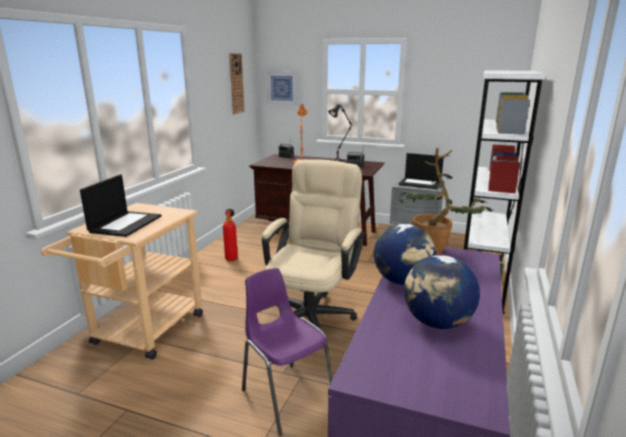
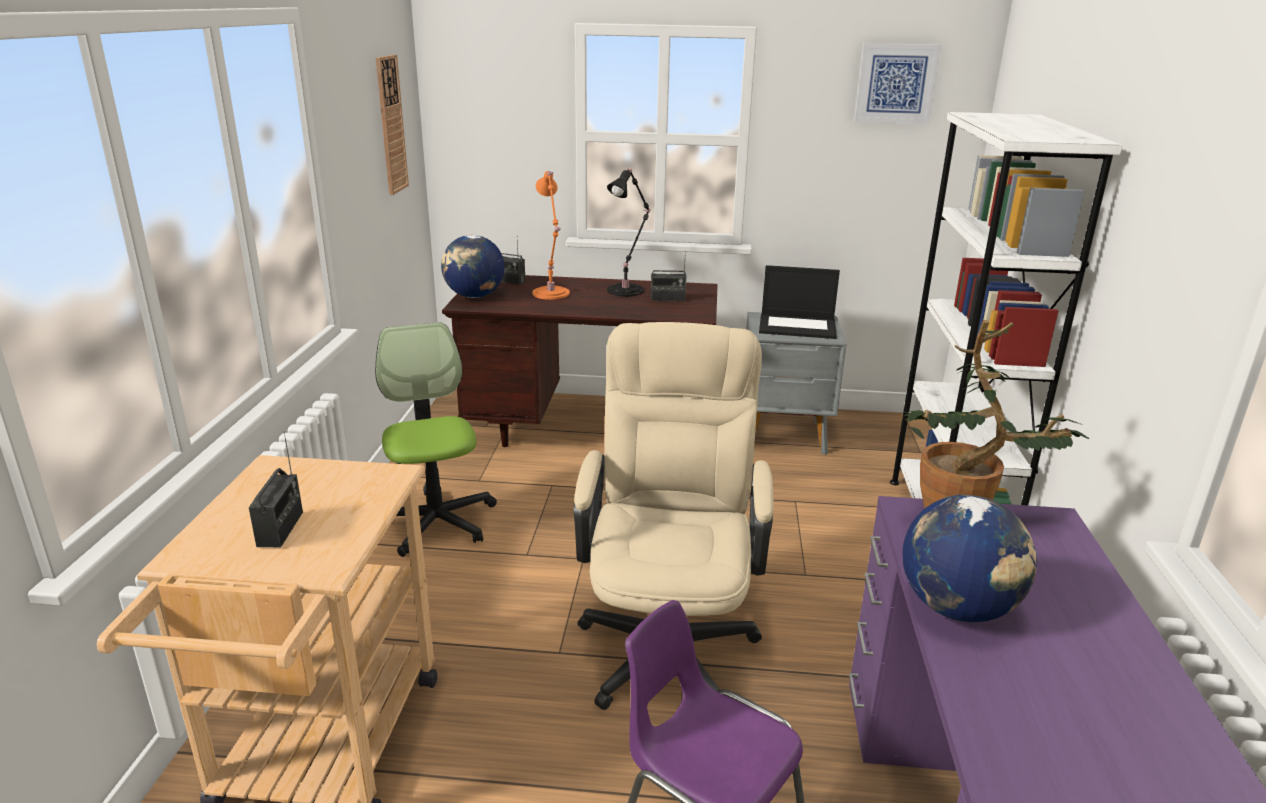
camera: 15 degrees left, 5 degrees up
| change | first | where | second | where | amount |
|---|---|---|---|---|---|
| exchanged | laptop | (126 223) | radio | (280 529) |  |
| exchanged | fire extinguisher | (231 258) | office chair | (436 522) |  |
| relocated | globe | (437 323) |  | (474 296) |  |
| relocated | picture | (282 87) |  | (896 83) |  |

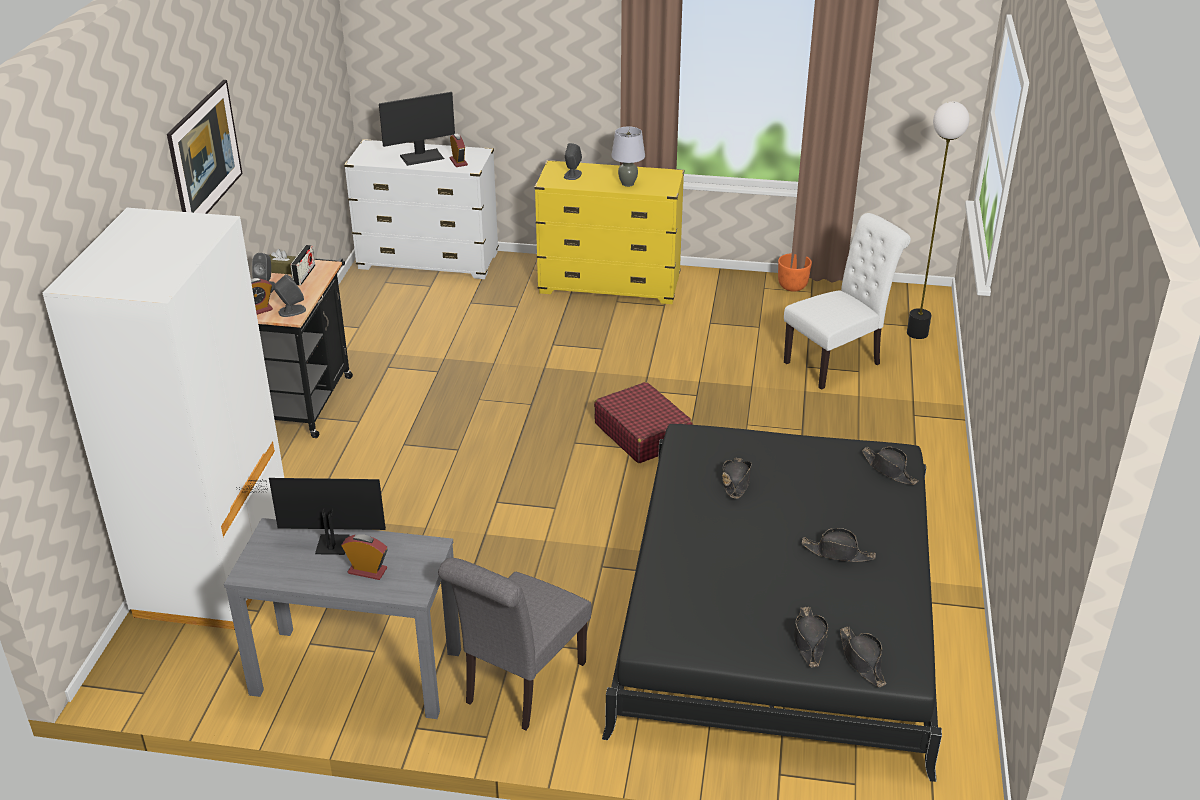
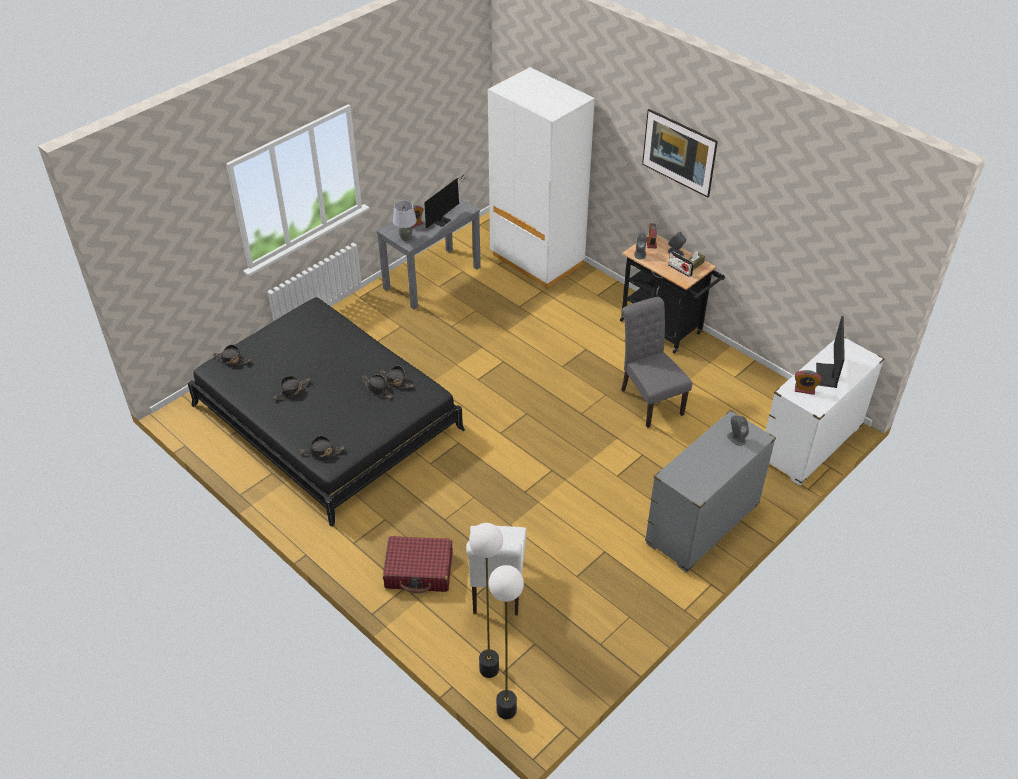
camera: 125 degrees right, 10 degrees up
| change | first | where | second | where | amount |
|---|---|---|---|---|---|
| relocated | hat (black) | (809 641) |  | (396 381) |  |
| relocated | suitcase (red) | (642 433) |  | (419 571) |  |
| relocated | table lamp (grey) | (628 184) |  | (406 238) |  |
| appeared |  |  | floor lamp | (506 709) |  |
| relocated | chair (grey) | (520 687) |  | (649 399) |  |
| colour | dresser (yellow) | (610 285) | dresser (grey) | (702 525) |  |
| missing | planter (orange) | (792 287) |  |  |  |

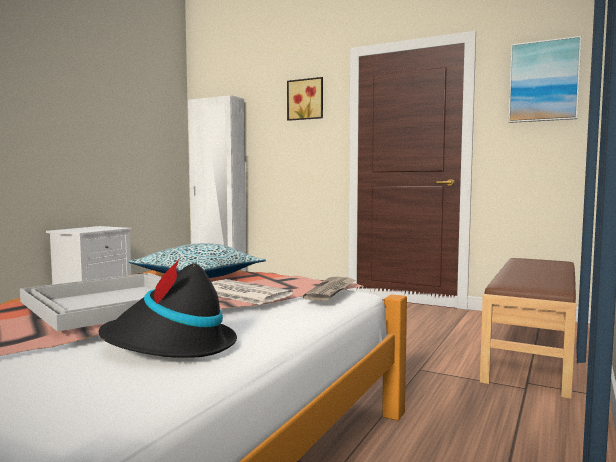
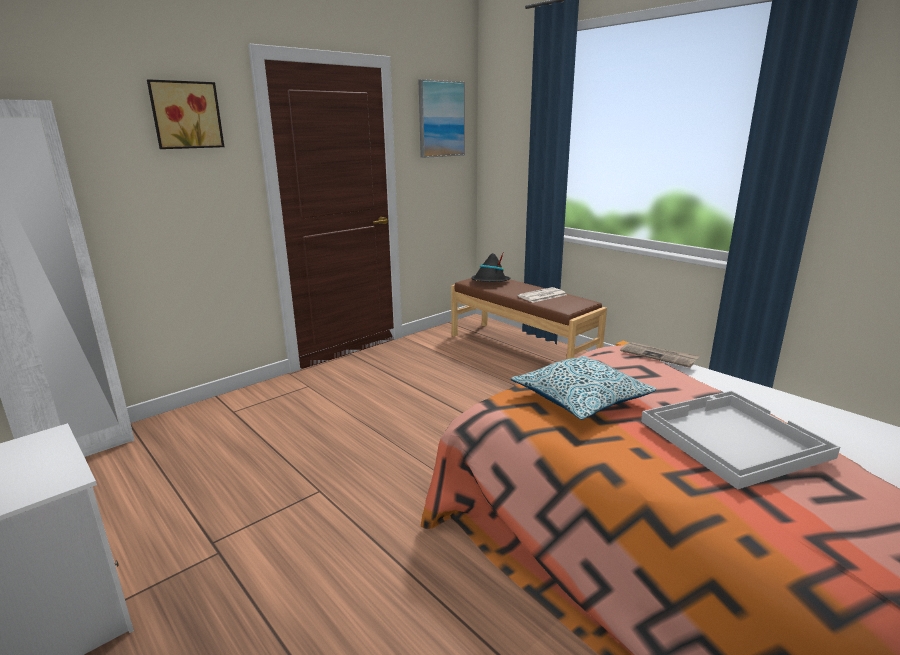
camera: 70 degrees left, 15 degrees up
| change | first | where | second | where | amount |
|---|---|---|---|---|---|
| relocated | hat (black) | (170 346) |  | (490 282) |  |
| relocated | newspaper | (241 293) |  | (542 296) |  |

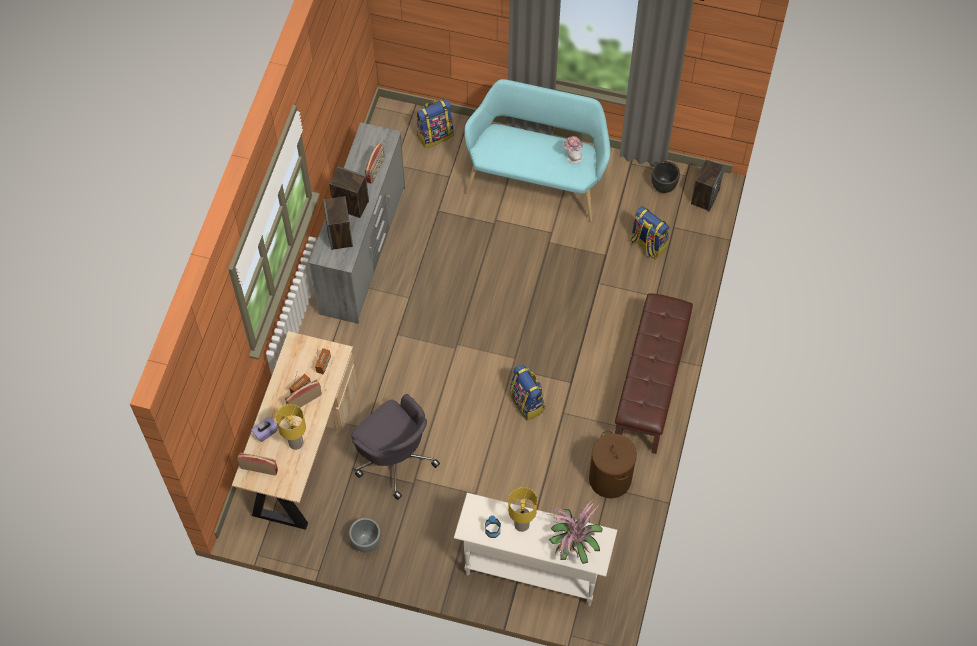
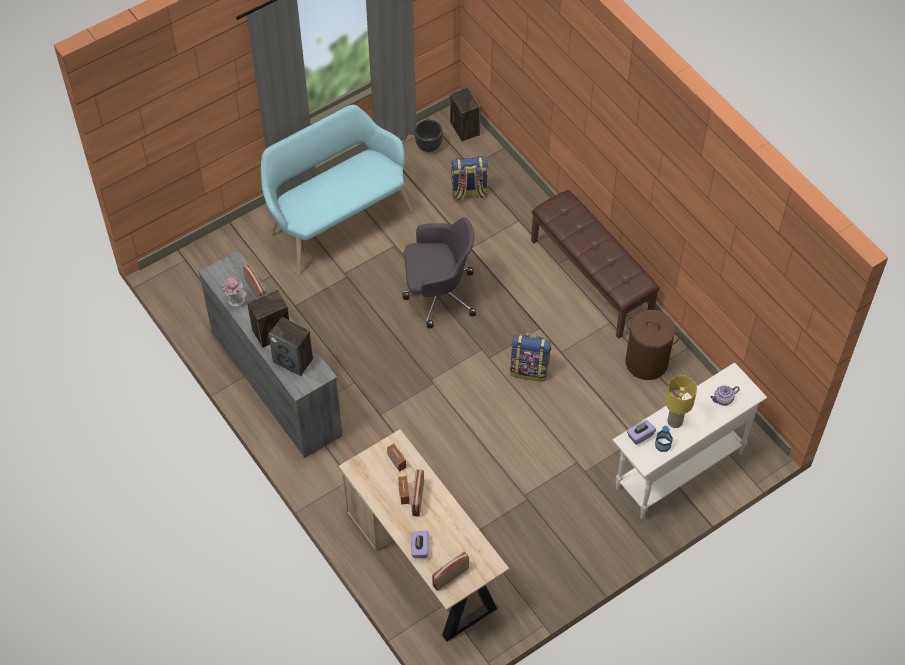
camera: 50 degrees left, 5 degrees down
| change | first | where | second | where | amount |
|---|---|---|---|---|---|
| relocated | hat | (572 158) |  | (235 301) |  |
| relocated | office chair (grey) | (395 457) |  | (438 294) |  |
| appeared |  |  | tissue box (purple) | (640 436) |  |
| exchanged | potted plant | (573 545) | teapot | (723 399) |  |
| missing | table lamp (yellow) | (296 443) |  |  |  |
| missing | planter (grey) | (366 542) |  |  |  |
| missing | backpack | (435 134) |  |  |  |

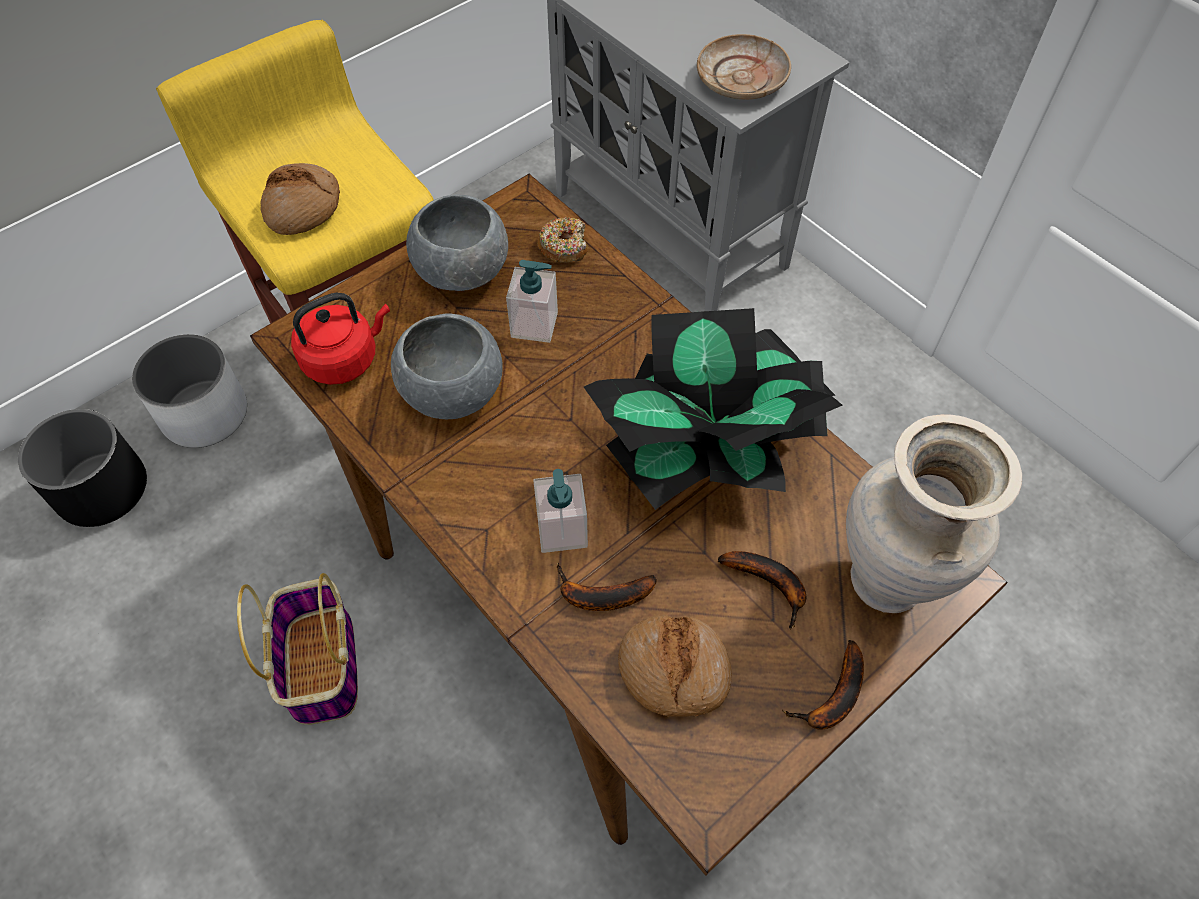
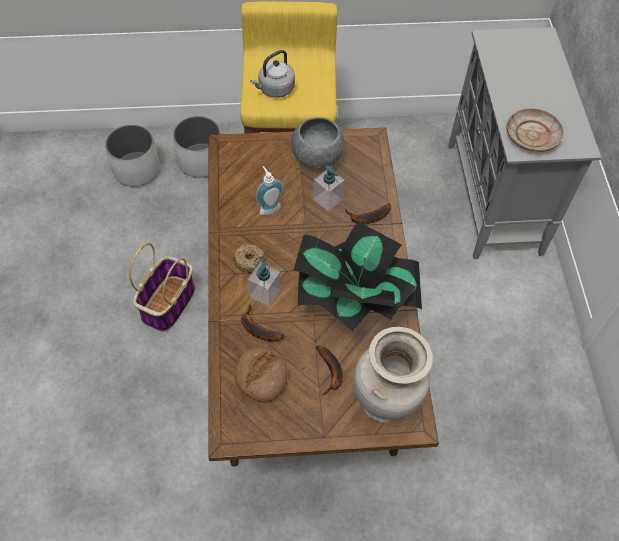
camera: 35 degrees right, 0 degrees up
| change | first | where | second | where | amount |
|---|---|---|---|---|---|
| colour | planter (black) | (102 489) | planter (white) | (137 169) |  |
| relocated | donut | (564 246) |  | (249 261) |  |
| exchanged | bread | (303 208) | kettle (grey) | (274 89) |  |
| exchanged | bowl (grey) | (452 391) | soap dispenser | (268 207) |  |
| relocated | banana | (833 698) |  | (367 218) |  |
| missing | kettle (red) | (344 358) |  |  |  |

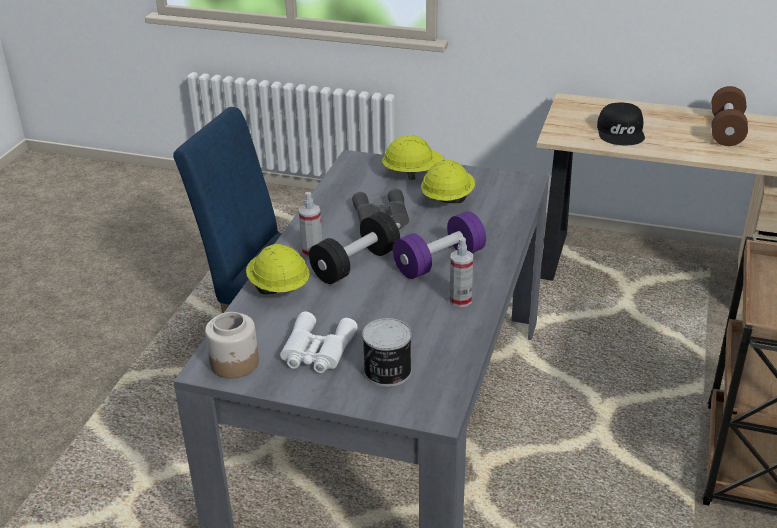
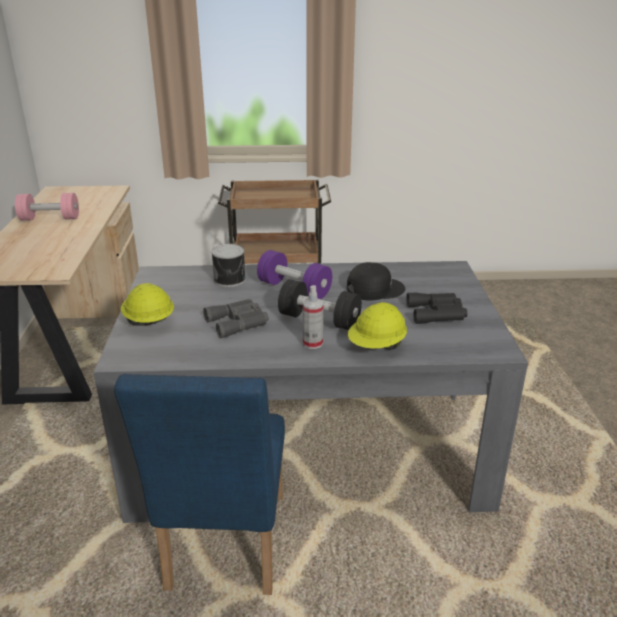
camera: 110 degrees left, 5 degrees down
| change | first | where | second | where | amount |
|---|---|---|---|---|---|
| colour | dumbbell (brown) | (726 130) | dumbbell (pink) | (50 219) |  |
| relocated | can | (387 371) |  | (230 279) |  |
| relocated | cap (black) | (621 132) |  | (374 289) |  |
| colour | binoculars (white) | (316 351) | binoculars (black) | (438 313) |  |
| missing | jar | (235 363) |  |  |  |
| missing | hard hat (yellow) | (447 199) |  |  |  |
| missing | spray bottle | (460 300) |  |  |  |

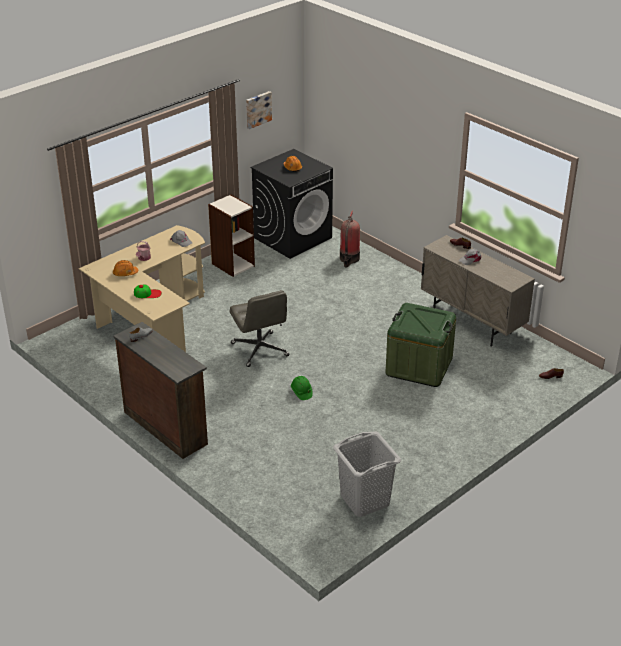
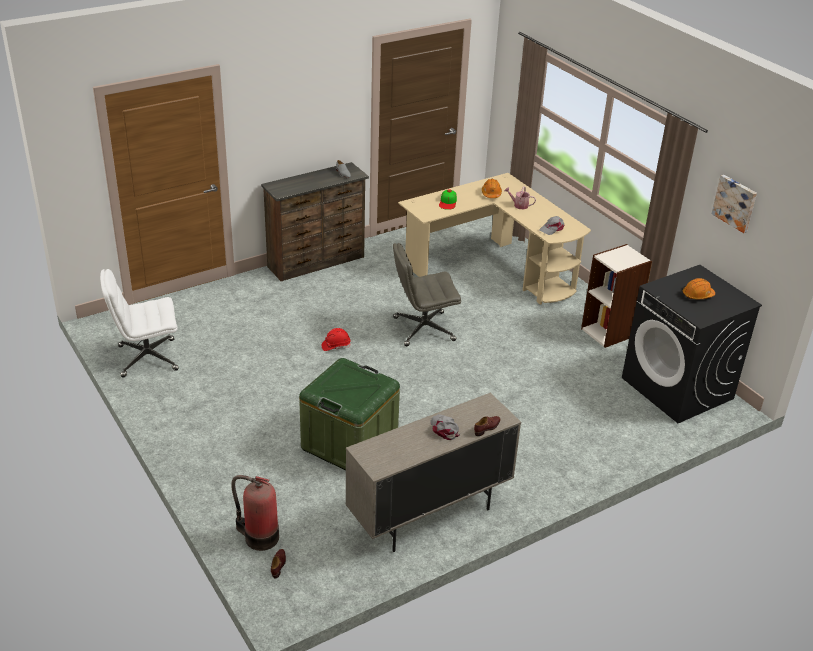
camera: 100 degrees right, 0 degrees up
| change | first | where | second | where | amount |
|---|---|---|---|---|---|
| exchanged | laundry basket (grey) | (364 500) | office chair (white) | (147 358) |  |
| relocated | fire extinguisher | (349 259) |  | (259 537) |  |
| colour | hard hat (green) | (301 392) | hard hat (red) | (336 346) |  |

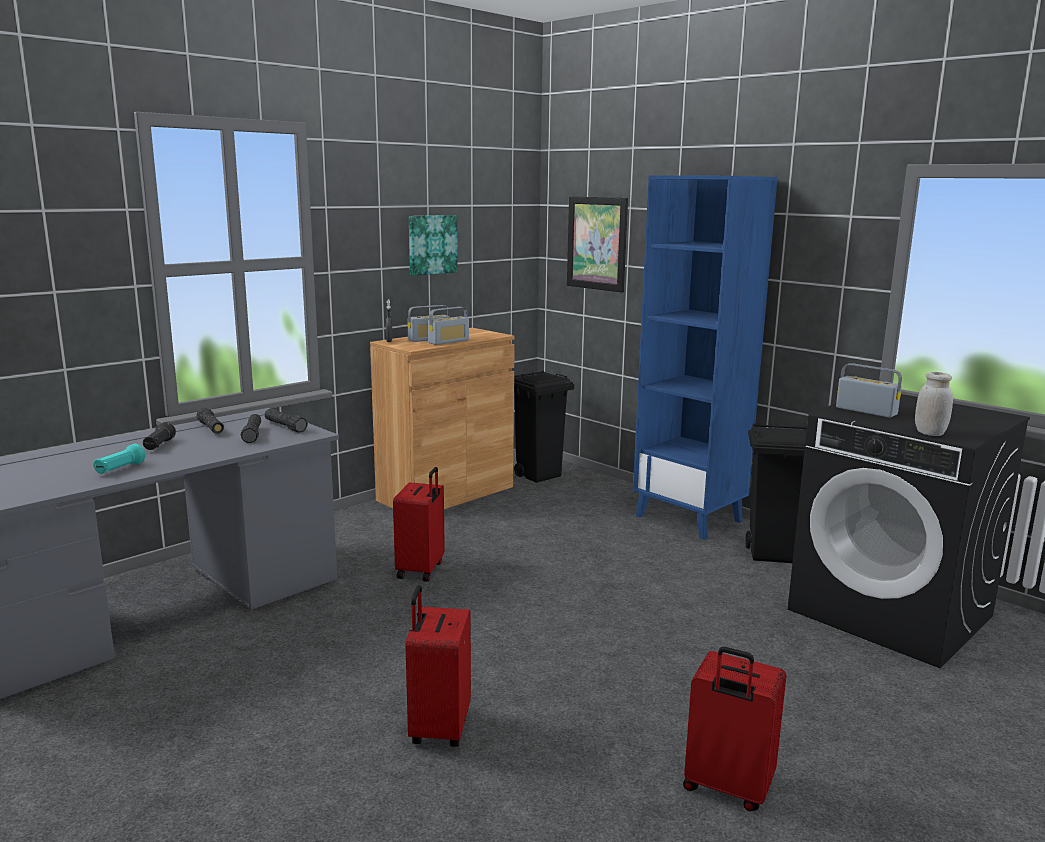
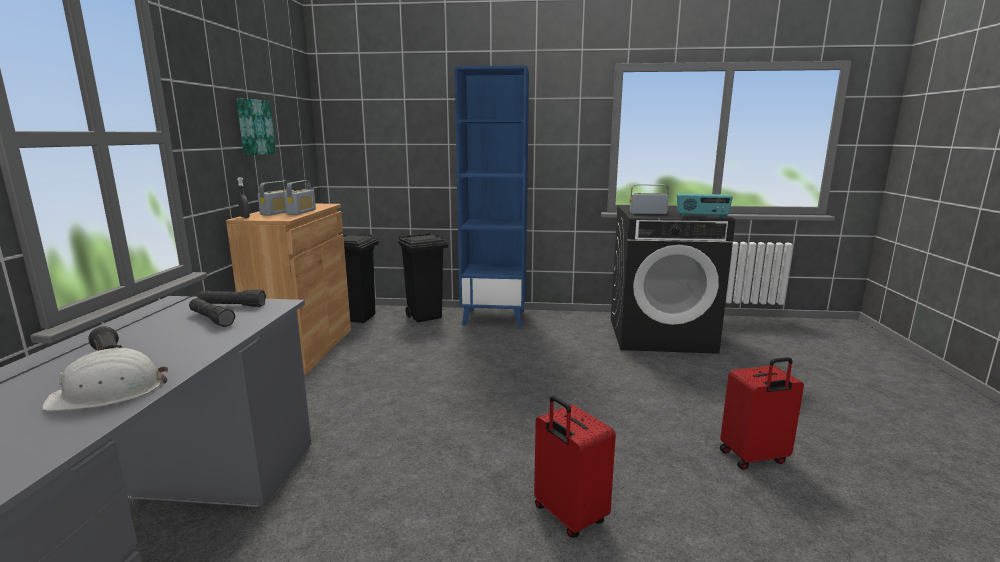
camera: 40 degrees left, 0 degrees up
| change | first | where | second | where | amount |
|---|---|---|---|---|---|
| exchanged | flashlight (turquoise) | (119 469) | hard hat (white) | (108 393) |  |
| relocated | trash can (black) | (772 554) |  | (425 317) |  |
| exchanged | jar (white) | (929 433) | radio | (702 217) |  |
| missing | flashlight (black) | (211 428) |  |  |  |
| missing | suitcase (red) | (421 570) |  |  |  |
| missing | picture | (597 243) |  |  |  |

